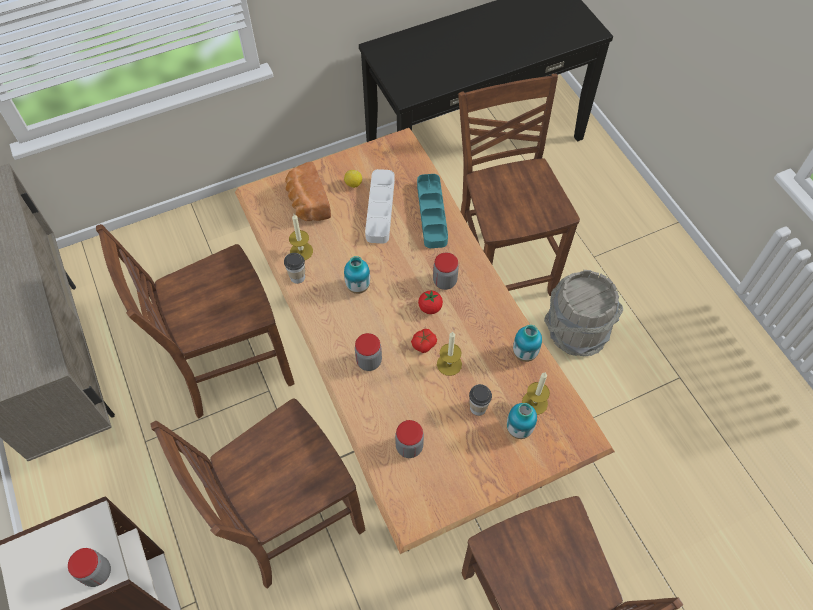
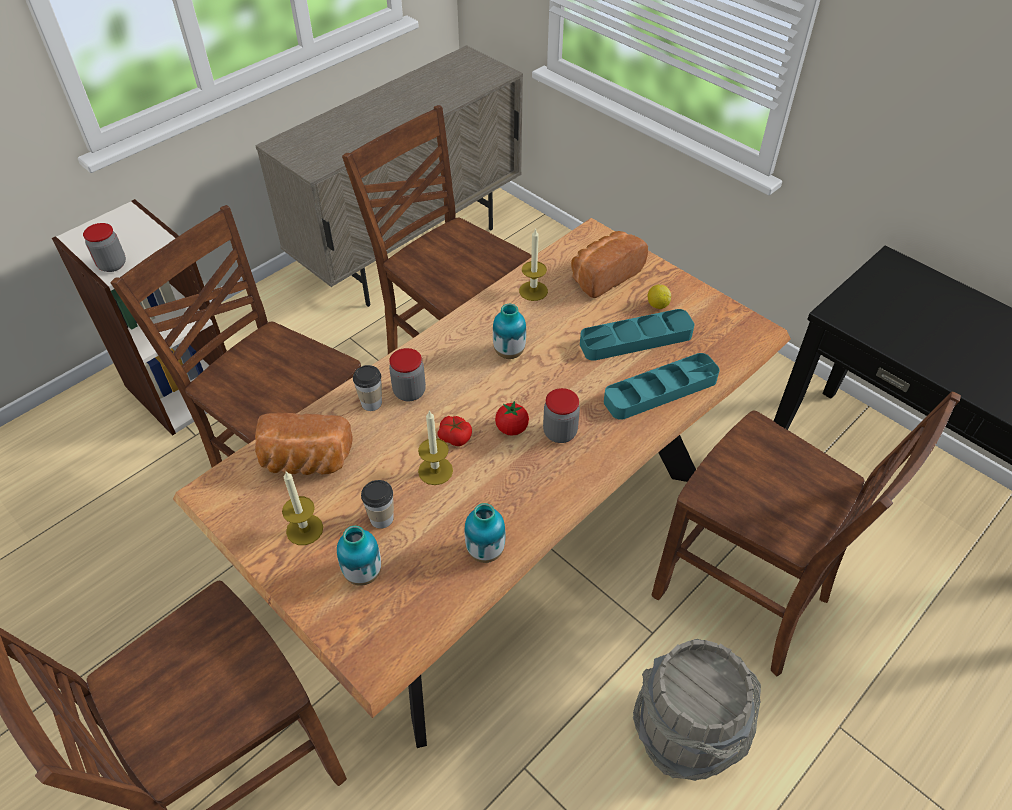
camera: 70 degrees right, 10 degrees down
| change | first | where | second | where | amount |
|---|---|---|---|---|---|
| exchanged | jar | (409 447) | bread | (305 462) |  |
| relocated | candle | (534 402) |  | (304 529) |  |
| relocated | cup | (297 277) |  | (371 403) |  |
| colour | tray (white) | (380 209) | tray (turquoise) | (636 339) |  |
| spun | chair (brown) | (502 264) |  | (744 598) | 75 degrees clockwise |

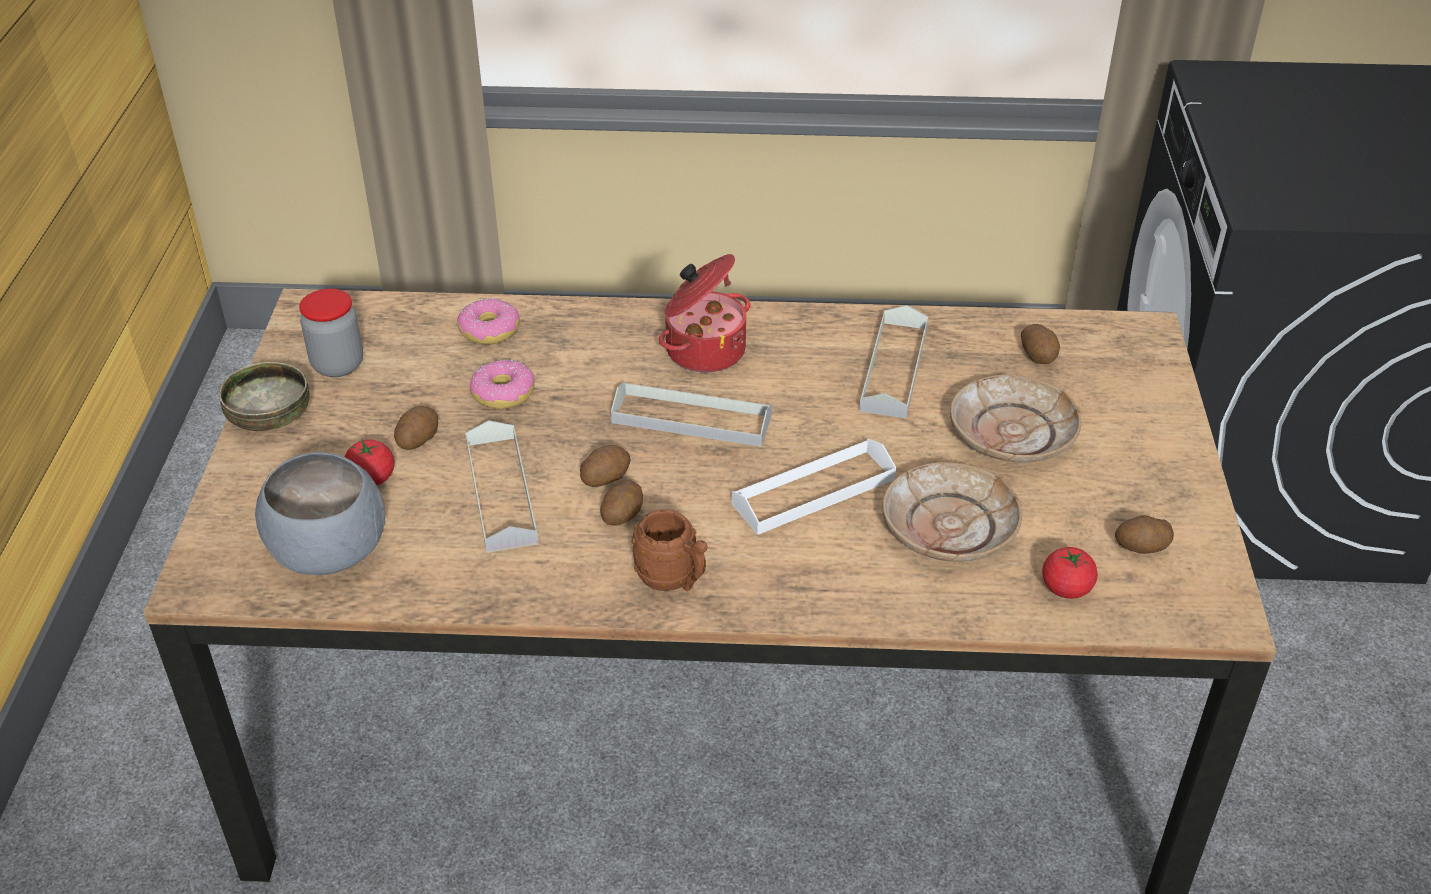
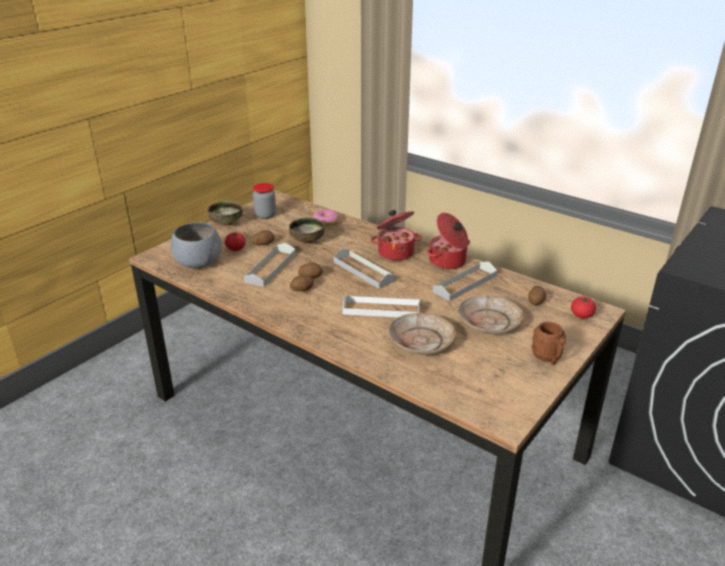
camera: 35 degrees right, 10 degrees down
| change | first | where | second | where | amount |
|---|---|---|---|---|---|
| exchanged | donut | (503 393) | bowl | (307 241) |  |
| appeared |  |  | cooking pot | (448 262) |  |
| relocated | mug (brown) | (673 580) |  | (548 358) |  |
| relocated | tomato | (1066 588) |  | (581 315) |  |
| missing | potato | (1142 547) |  |  |  |

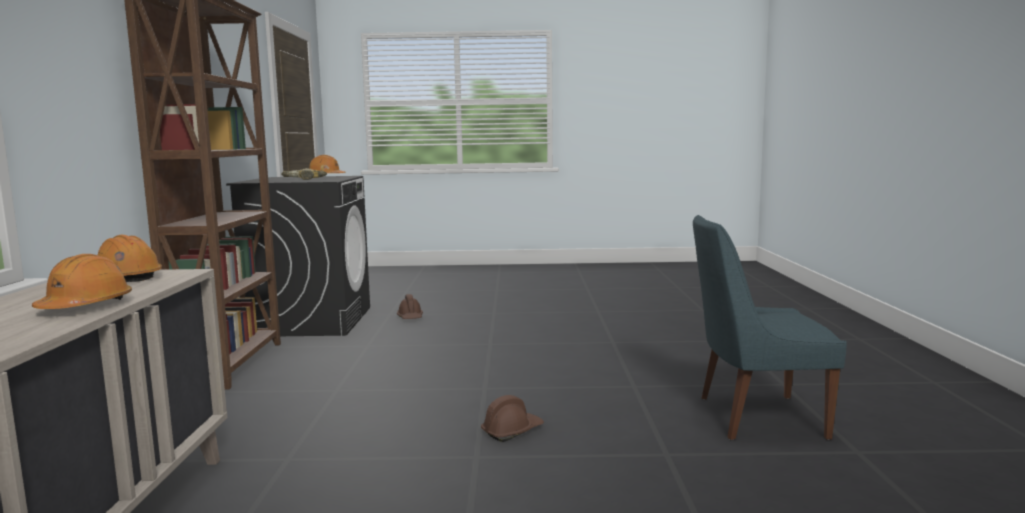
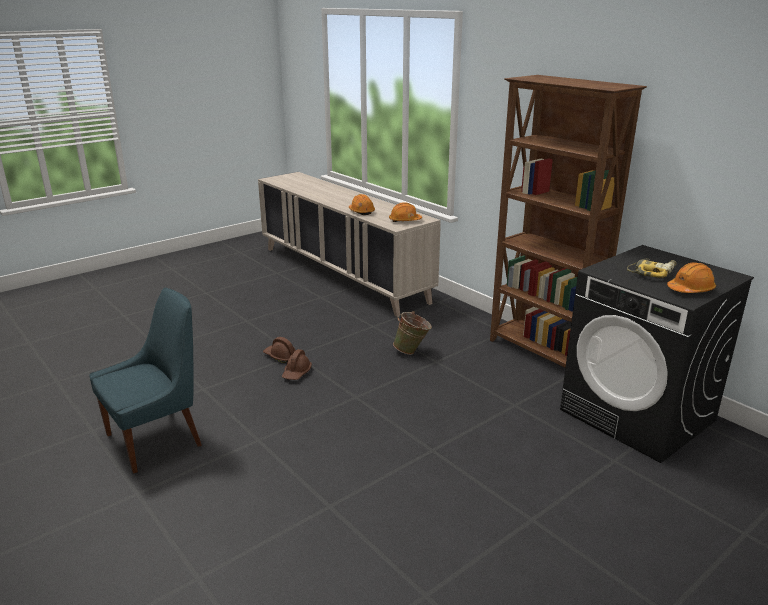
camera: 140 degrees right, 15 degrees up
| change | first | where | second | where | amount |
|---|---|---|---|---|---|
| relocated | hard hat (brown) | (410 318) |  | (280 356) |  |
| appeared |  |  | bucket (green) | (412 351) |  |

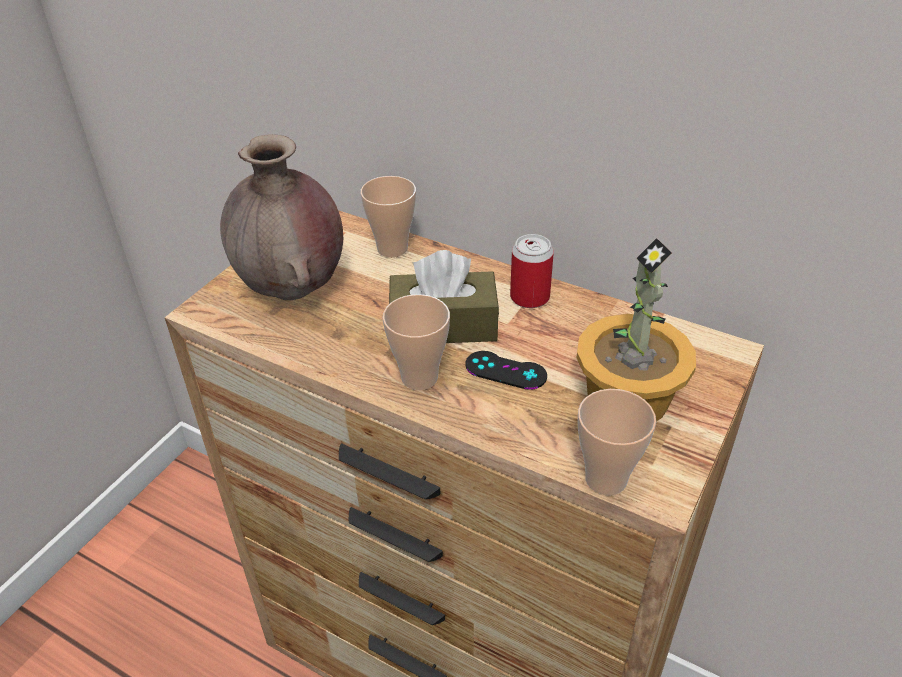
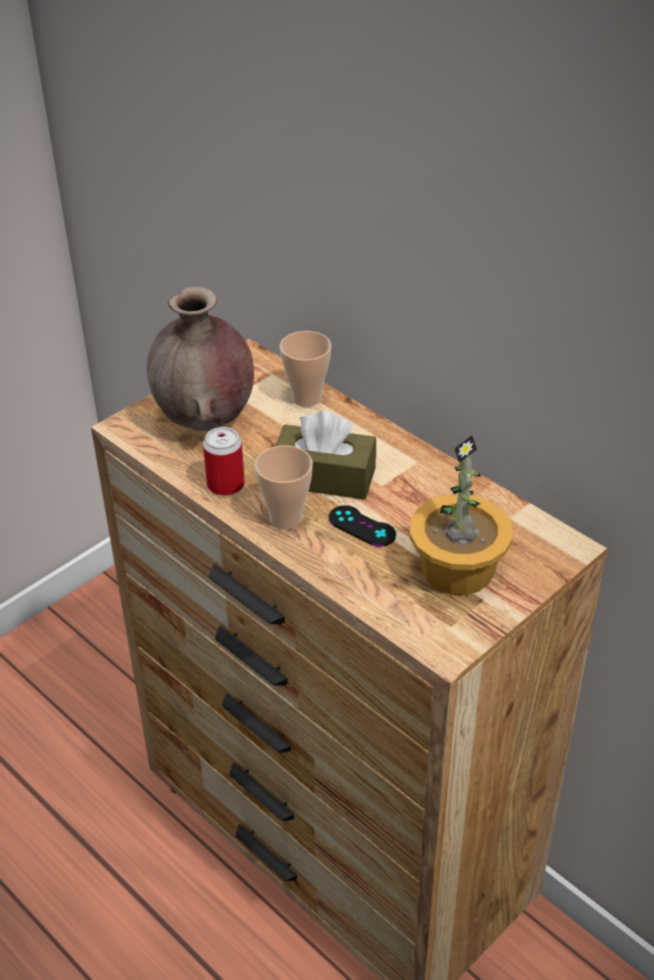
camera: 15 degrees right, 0 degrees up
| change | first | where | second | where | amount |
|---|---|---|---|---|---|
| relocated | can | (529 297) |  | (225 485) |  |
| missing | cup | (606 479) |  |  |  |

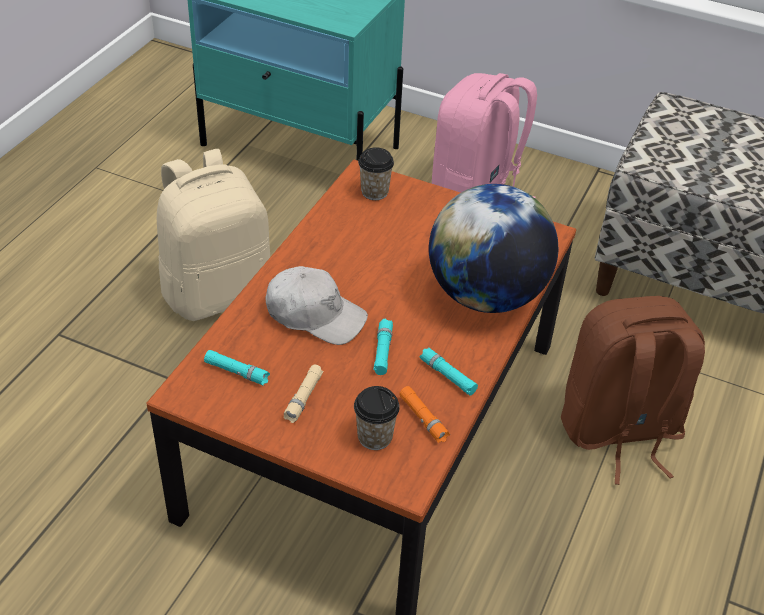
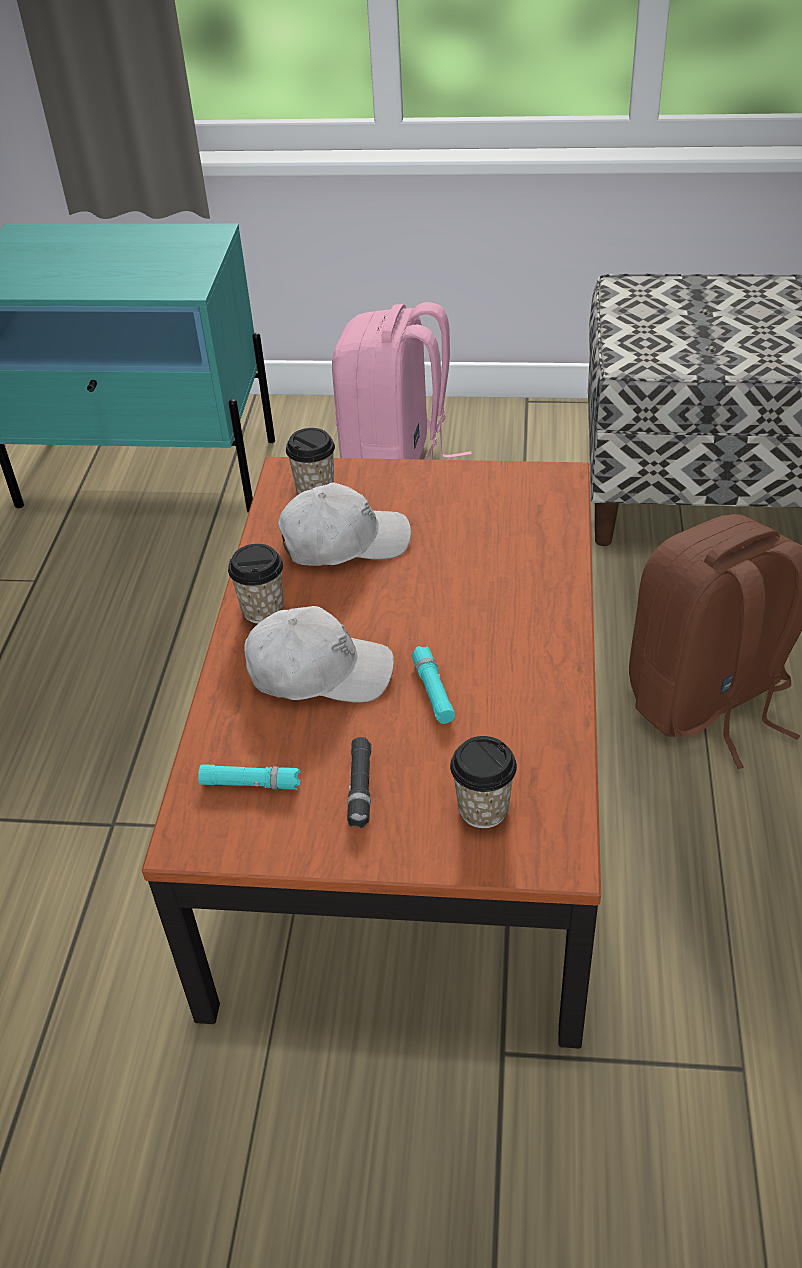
camera: 15 degrees left, 0 degrees up
| change | first | where | second | where | amount |
|---|---|---|---|---|---|
| appeared |  |  | cup | (263 610) |  |
| appeared |  |  | cap (white) | (344 542) |  |
| colour | flashlight (beige) | (303 398) | flashlight (black) | (360 788) |  |
| missing | backpack (beige) | (217 292) |  |  |  |
| missing | flashlight (orange) | (423 419) |  |  |  |
| missing | flashlight (turquoise) | (447 376) |  |  |  |
| missing | globe | (486 295) |  |  |  |

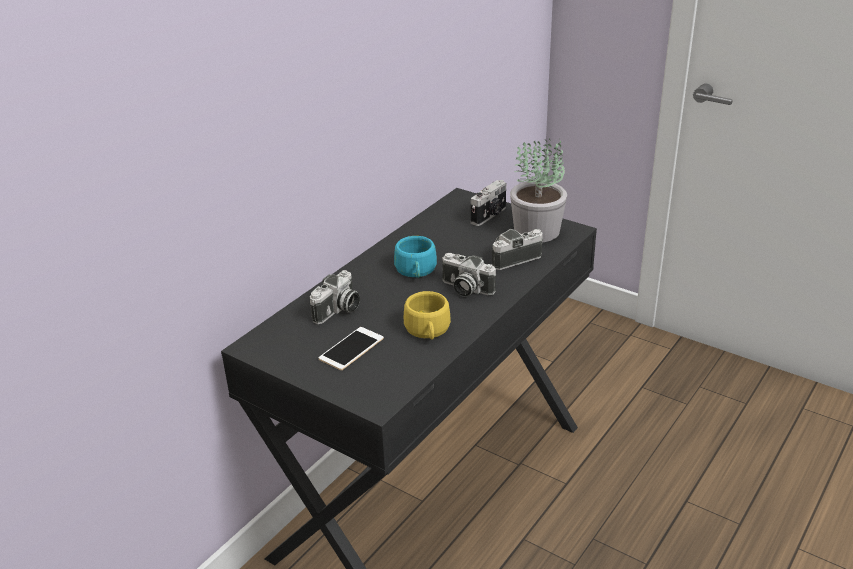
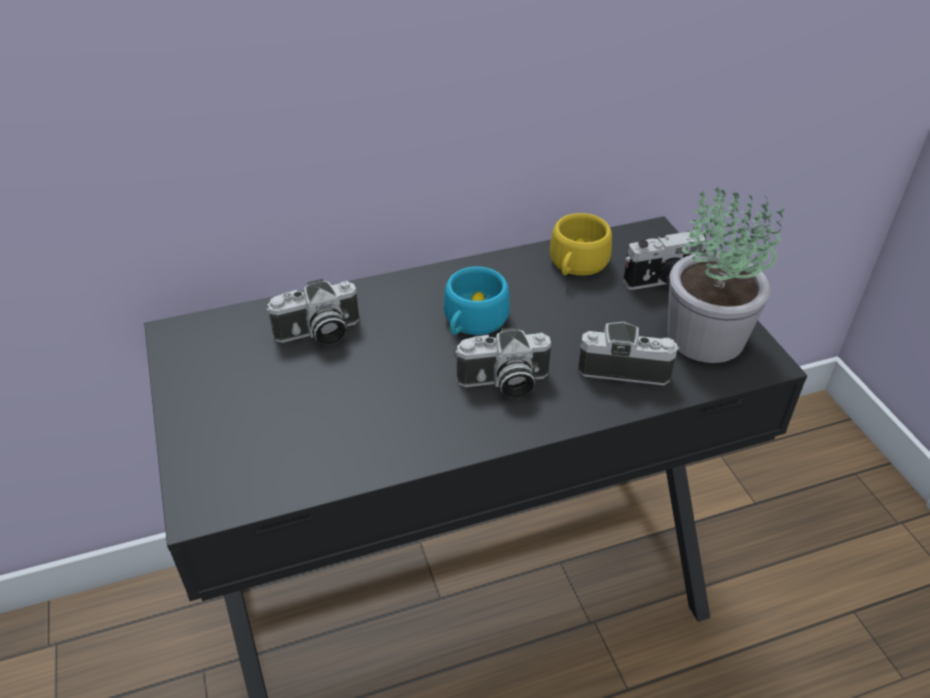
camera: 35 degrees right, 10 degrees up
| change | first | where | second | where | amount |
|---|---|---|---|---|---|
| spun | photo camera | (465 289) |  | (503 383) | 75 degrees counterclockwise |
| relocated | cup (yellow) | (428 331) |  | (576 264) |  |
| missing | phone | (351 349) |  |  |  |

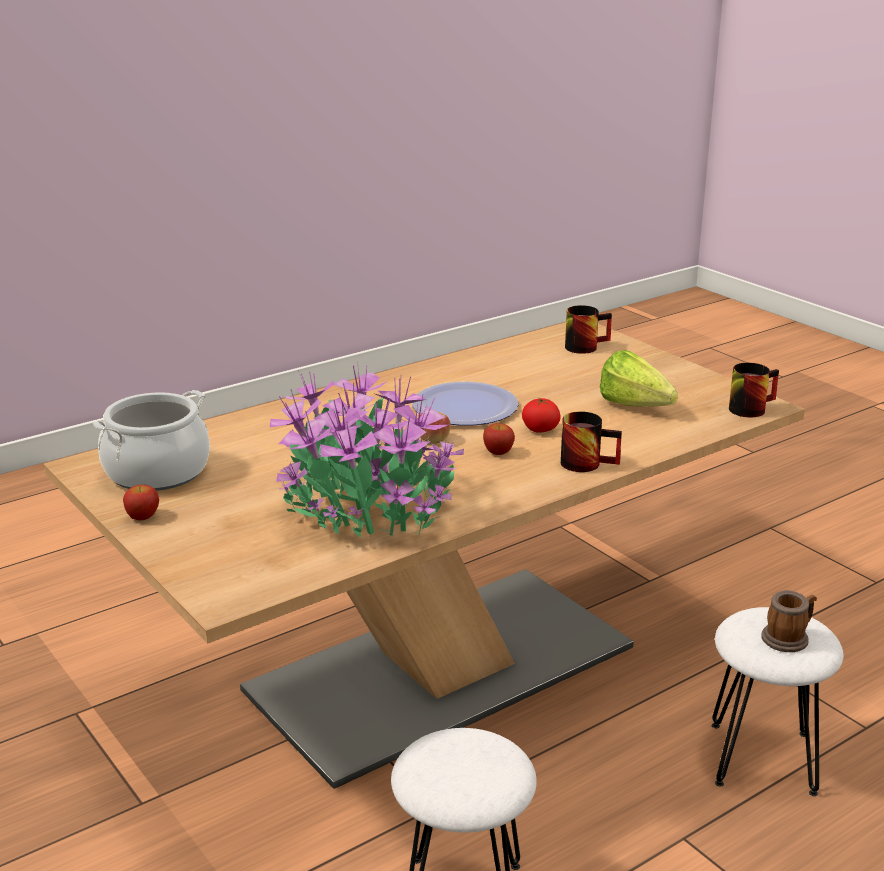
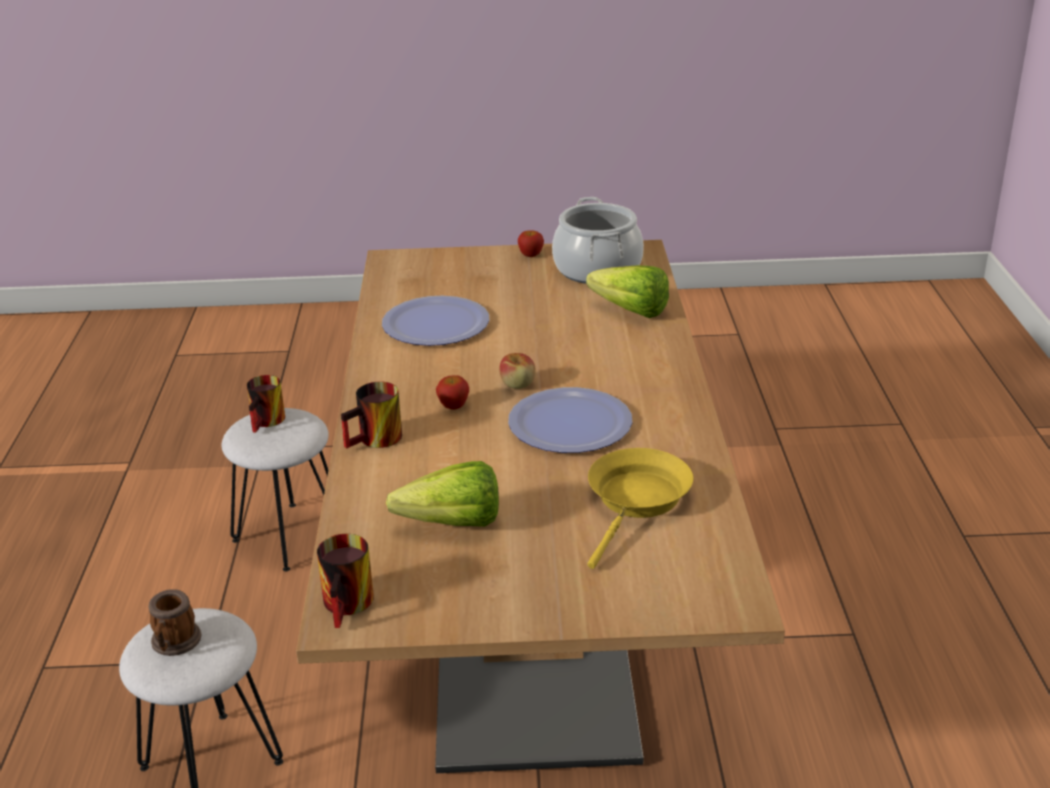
camera: 125 degrees right, 5 degrees up
| change | first | where | second | where | amount |
|---|---|---|---|---|---|
| relocated | mug | (584 345) |  | (269 422) |  |
| exchanged | potted plant | (366 510) | plate | (436 324) |  |
| appeared |  |  | lettuce | (625 309) |  |
| appeared |  |  | frying pan (yellow) | (637 501) |  |
| missing | tomato | (540 429) |  |  |  |

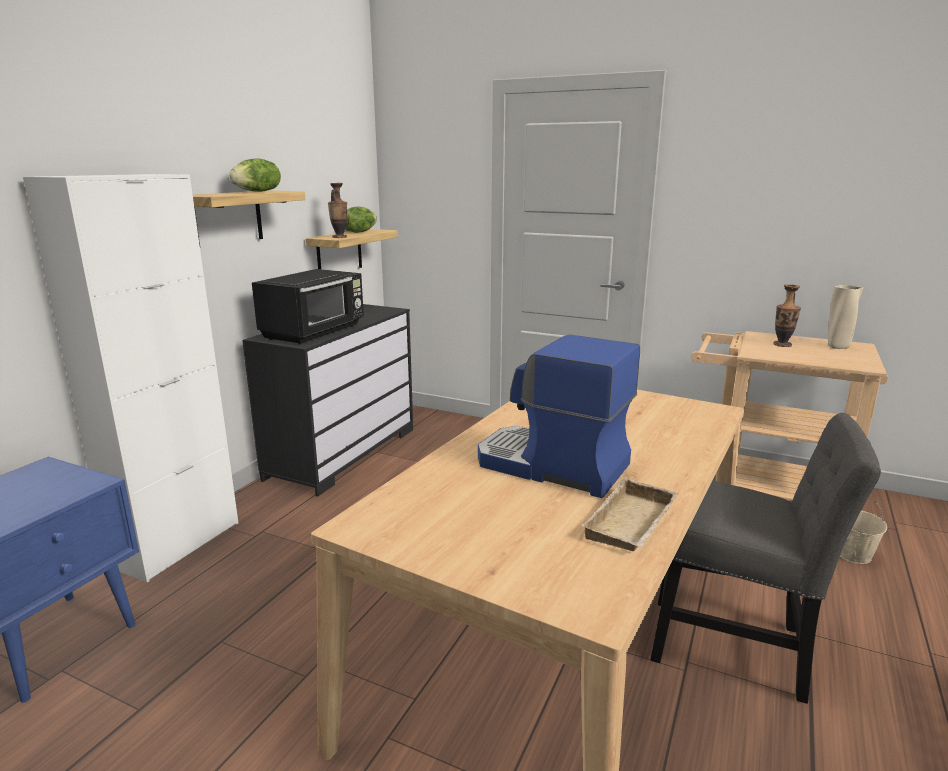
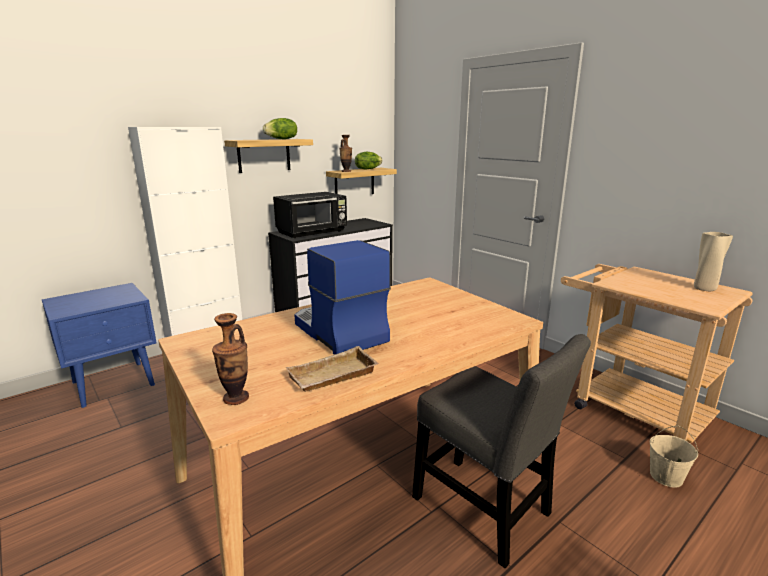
camera: 25 degrees right, 0 degrees up
| change | first | where | second | where | amount |
|---|---|---|---|---|---|
| relocated | vase | (782 345) |  | (236 398) |  |

